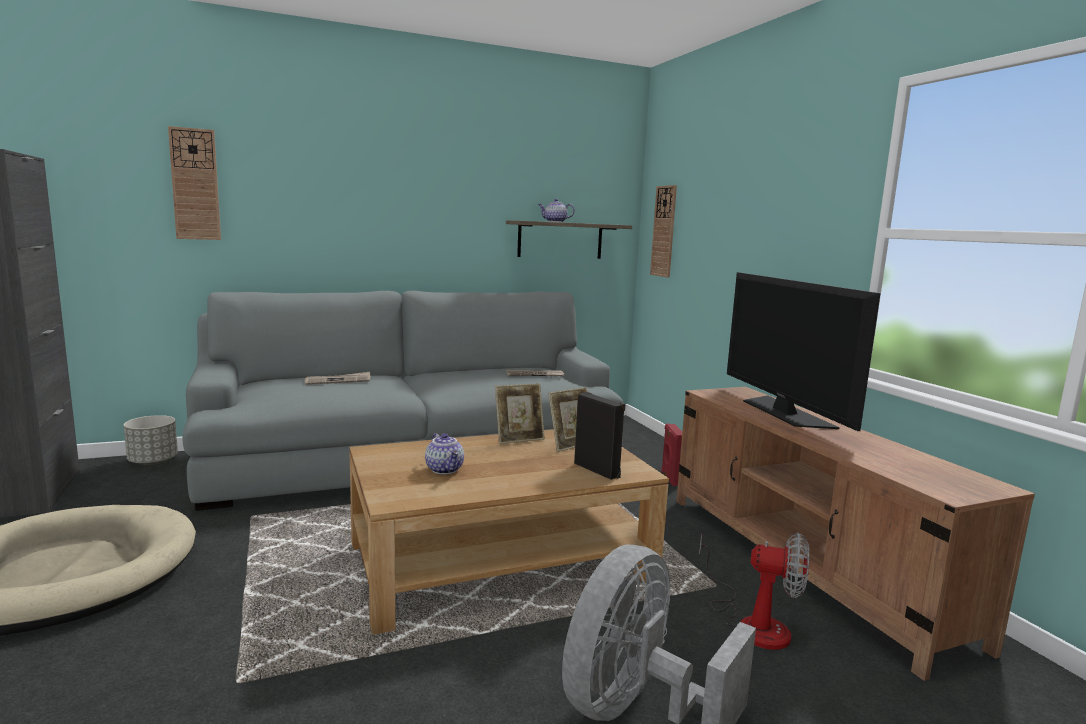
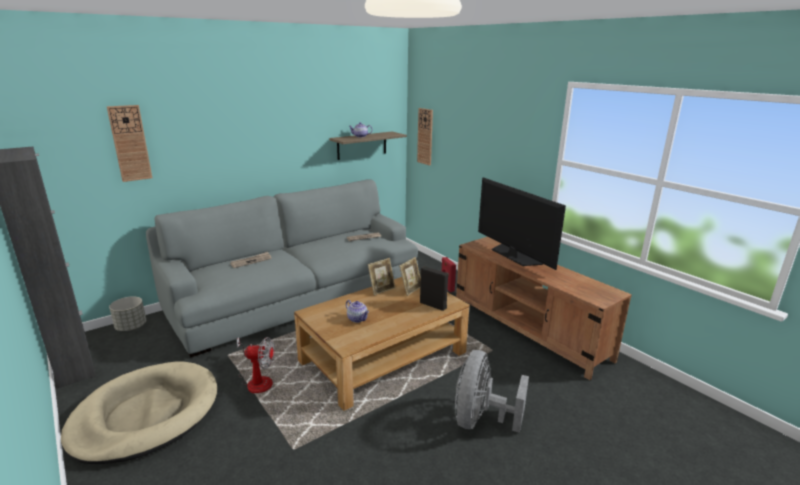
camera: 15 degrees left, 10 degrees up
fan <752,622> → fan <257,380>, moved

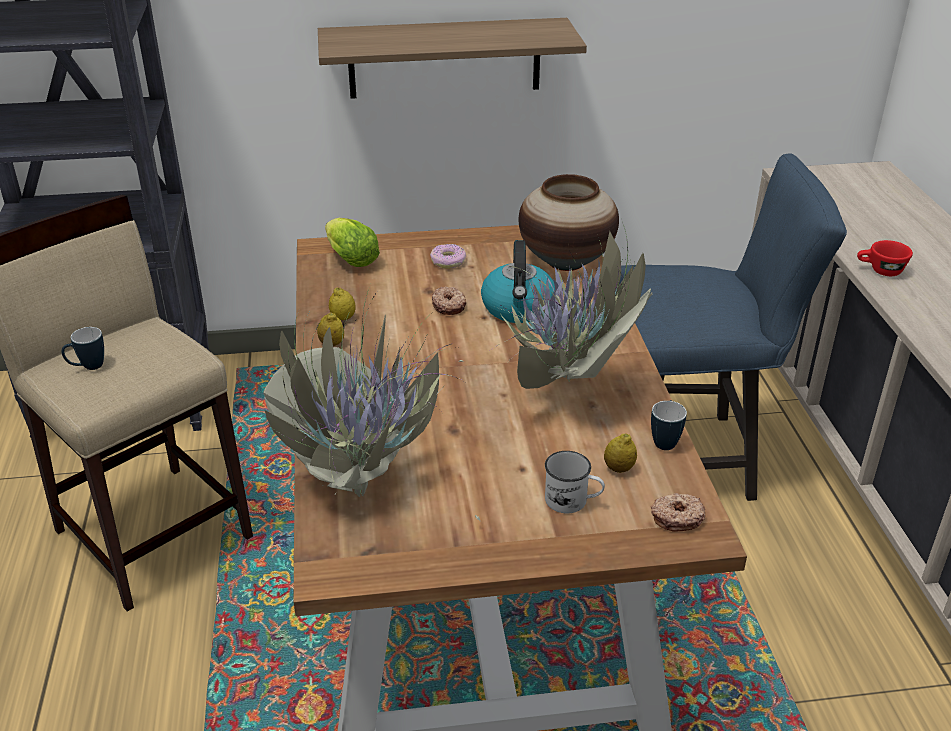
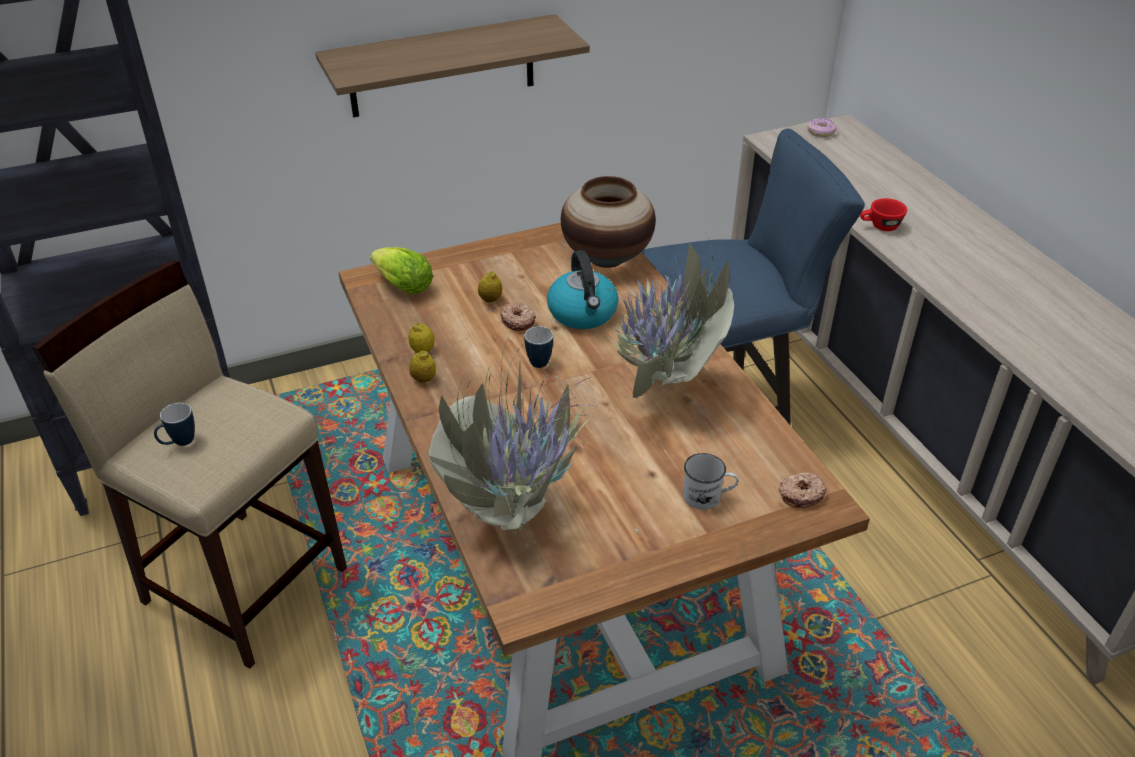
camera: 15 degrees left, 5 degrees up
donut <448,261> → donut <820,132>, moved
mug <665,440> → mug <539,359>, moved
lemon <619,468> → lemon <490,299>, moved

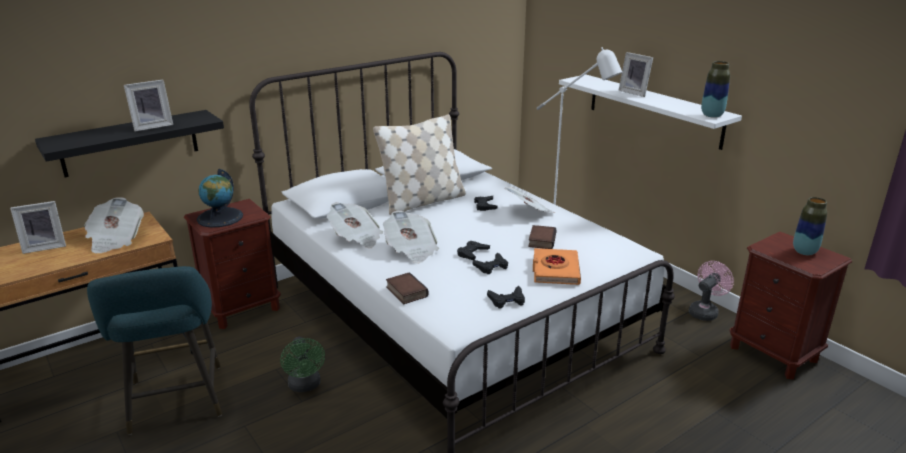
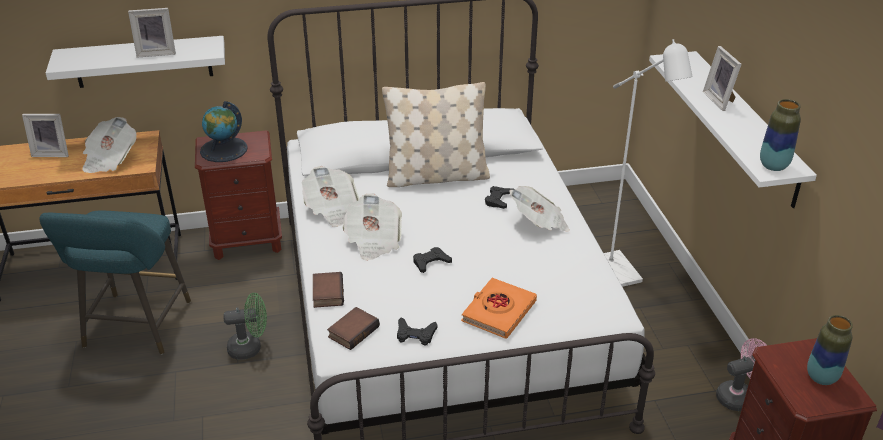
camera: 25 degrees right, 10 degrees up
black shelf <130,143> → white shelf <143,62>
book <541,240> → book <353,331>, moved
black game controller <491,266> → -
green fan <305,386> → green fan <250,347>, 105 degrees counterclockwise

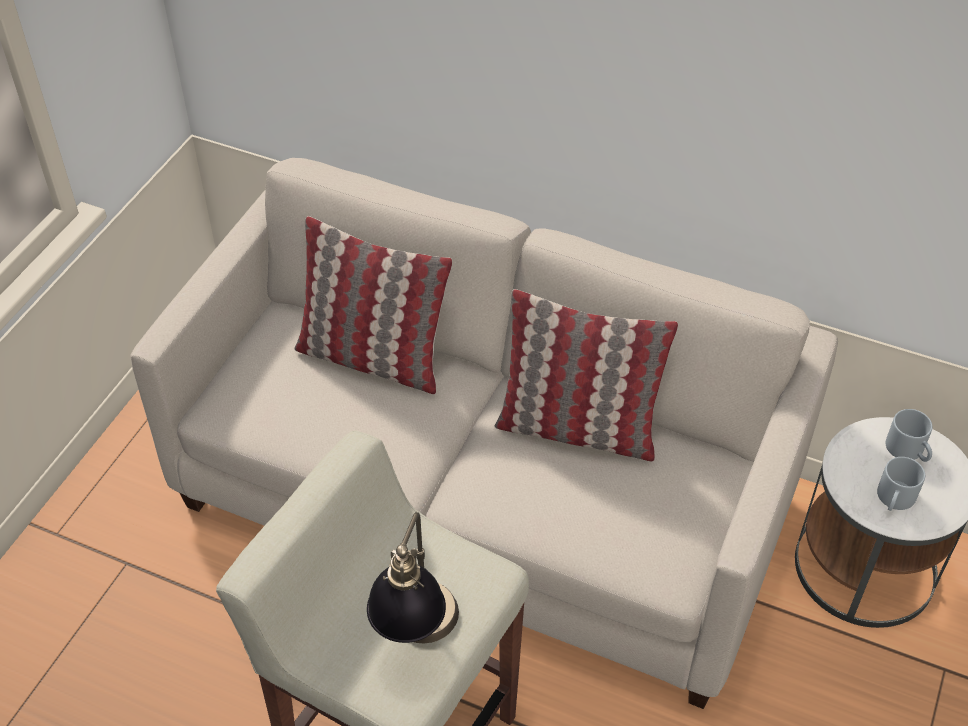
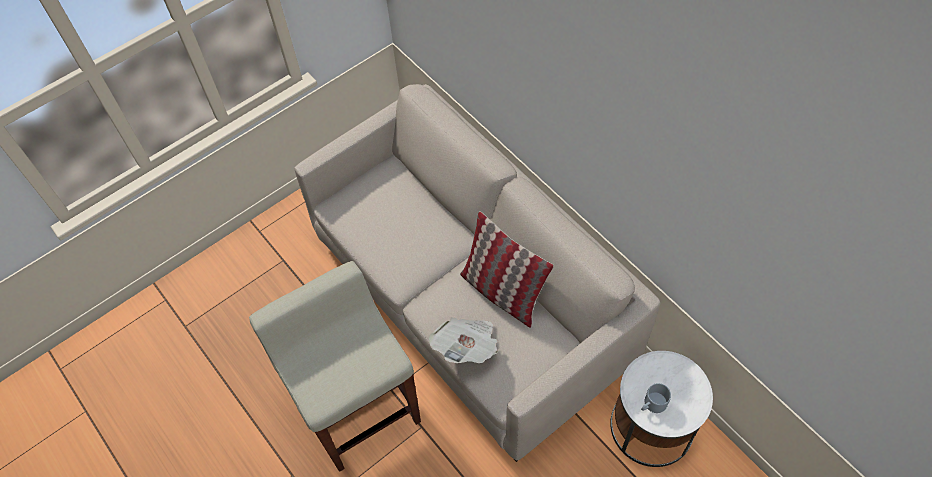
camera: 30 degrees right, 10 degrees up
pillow <372,358> → -
grey mug <909,450> → -
table lamp <417,639> → -
- → newspaper <467,347>

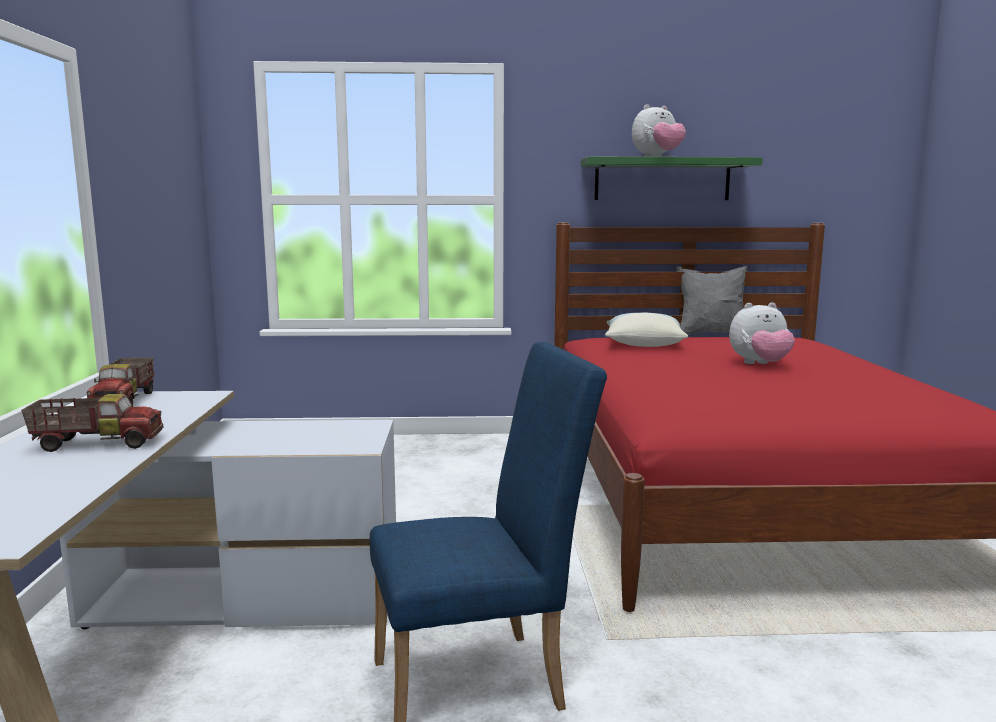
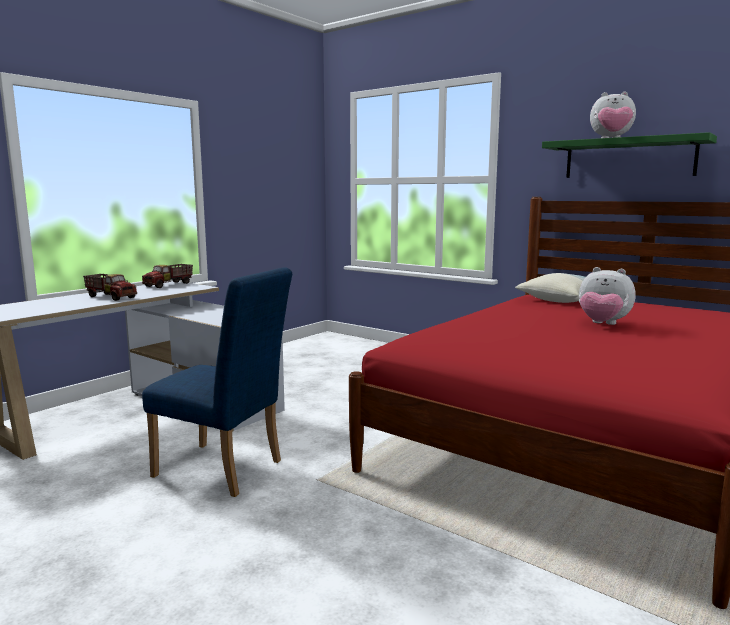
camera: 40 degrees right, 0 degrees up
grey pillow <711,334> → -

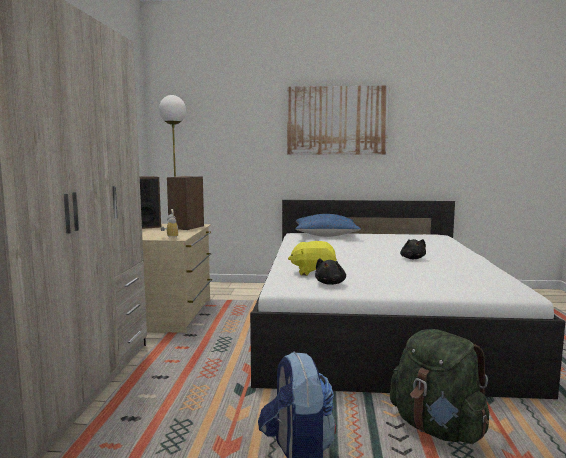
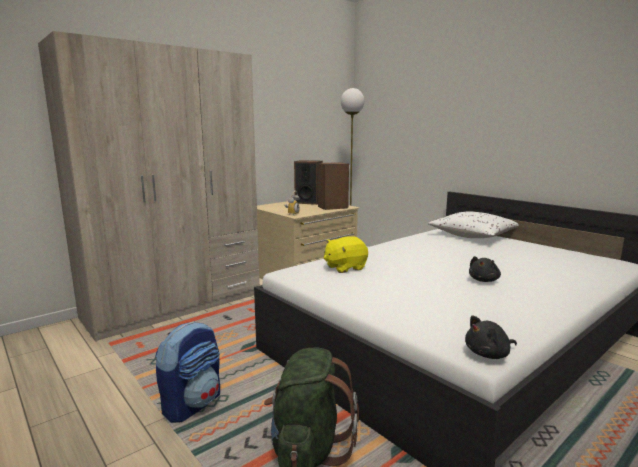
camera: 45 degrees right, 5 degrees up
picture <337,120> → -
blue pillow <326,235> → white pillow <473,235>
yellow plush toy <313,272> → yellow plush toy <345,267>, 75 degrees counterclockwise
black plush toy <331,283> → black plush toy <489,354>, moved

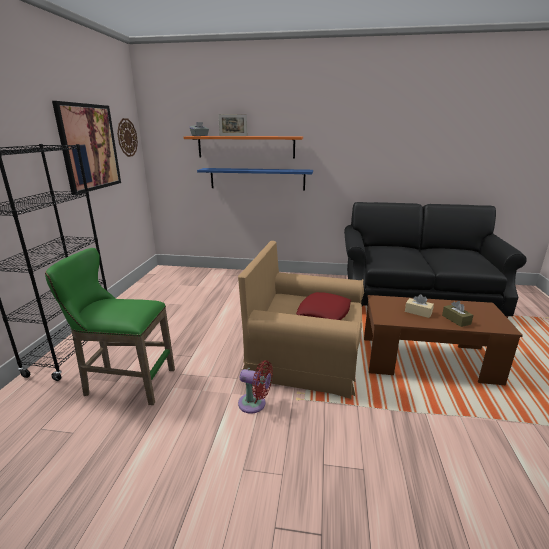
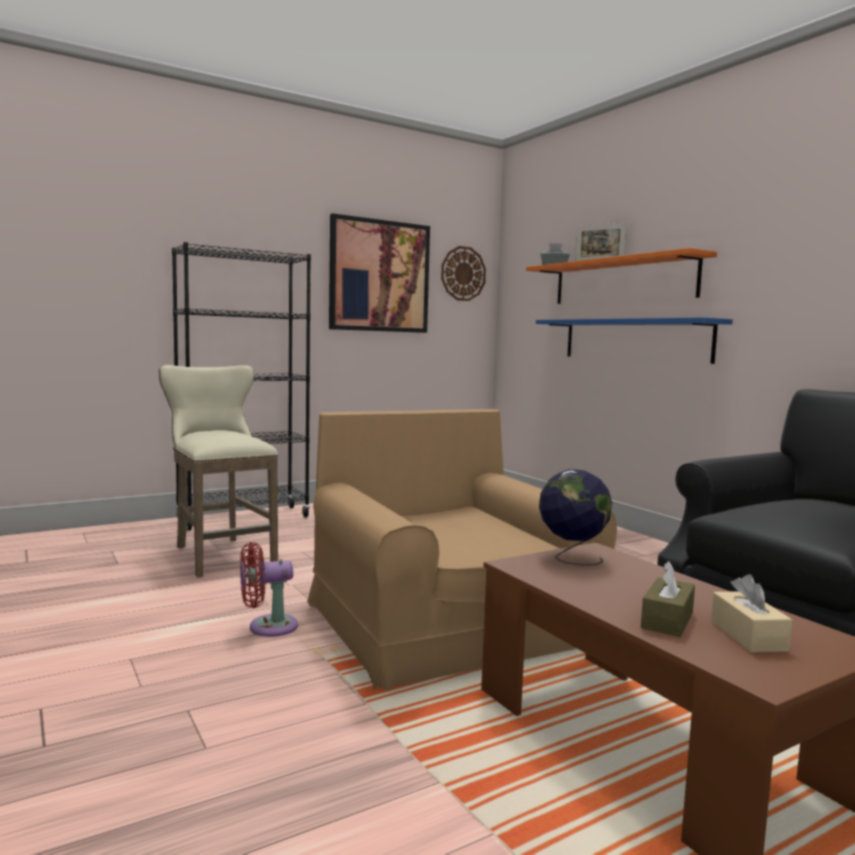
camera: 50 degrees right, 15 degrees down
green stool <125,383> → beige stool <220,554>
red pillow <324,312> → -
beige tissue box <418,312> → beige tissue box <748,635>, moved
red fan <255,404> → red fan <267,627>, 90 degrees clockwise
- → globe <571,558>

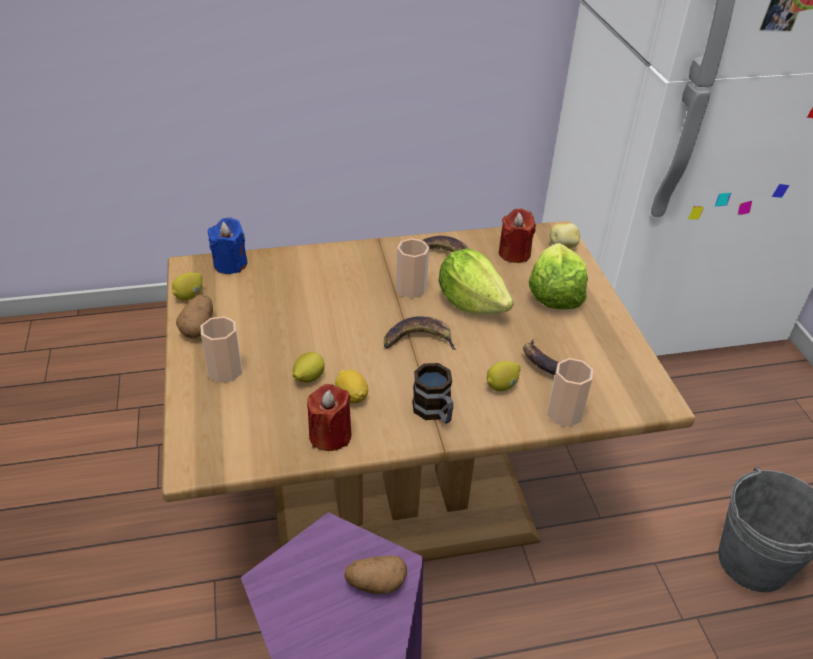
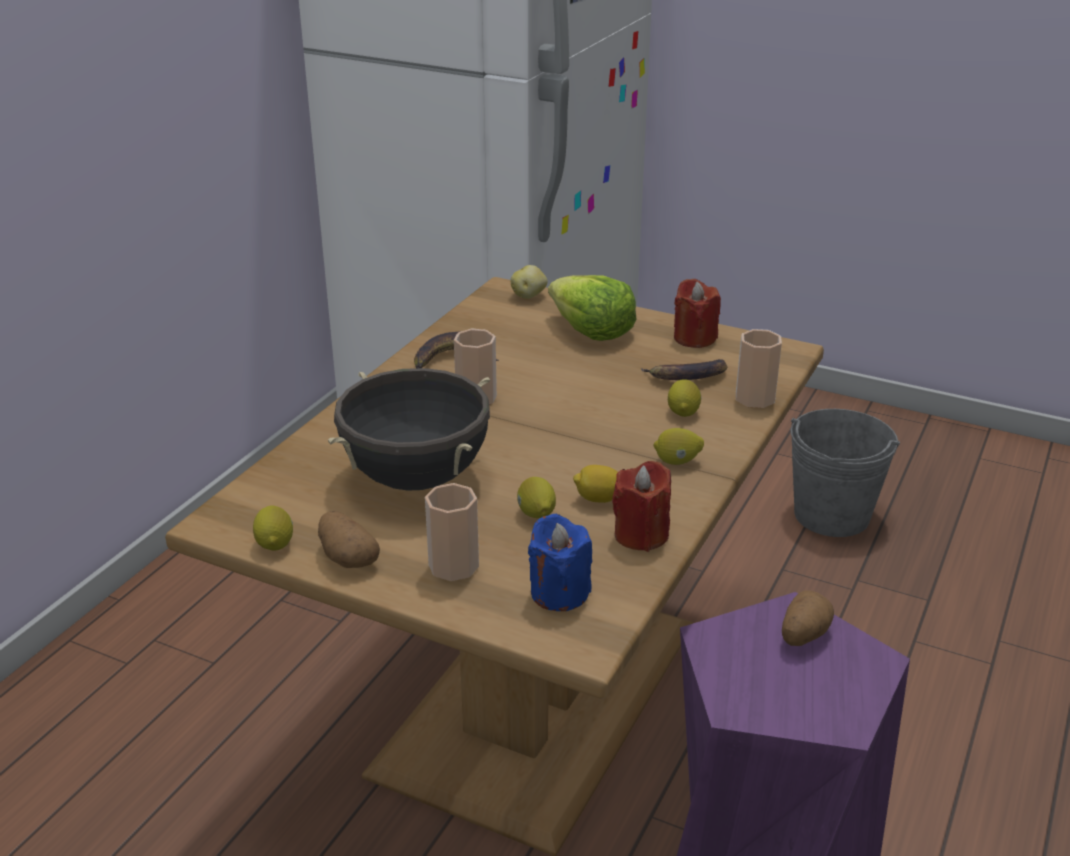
camera: 50 degrees left, 10 degrees down
red candle <514,253> → red candle <694,338>, moved
blue candle <230,264> → blue candle <559,593>, moved
lettuce <471,302> → -
banana <418,339> → -
mug <435,412> → lemon <677,461>
- → black cooking pot <416,477>

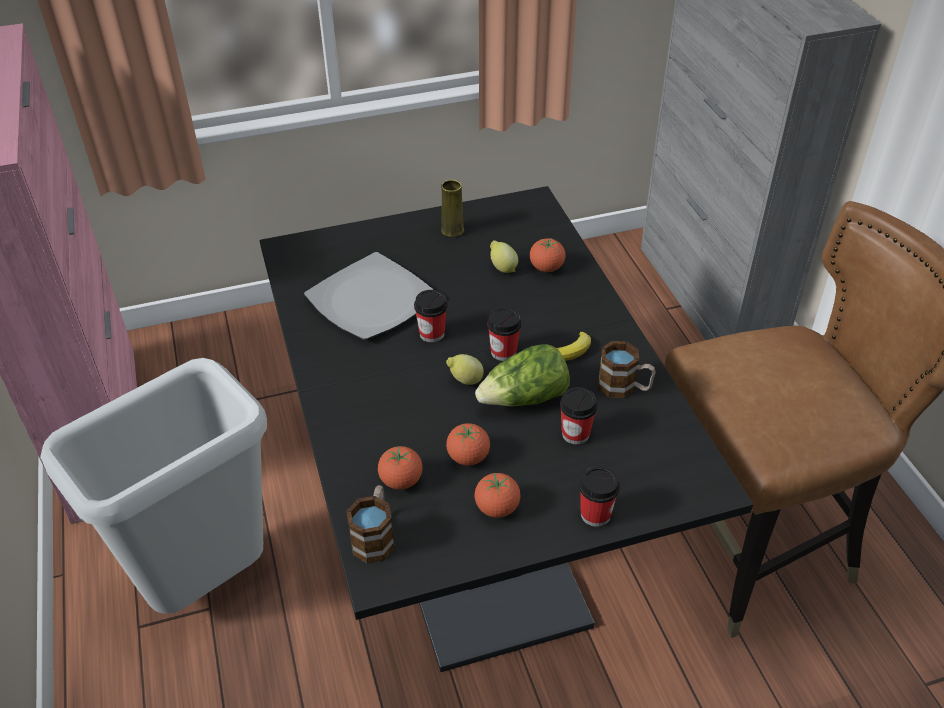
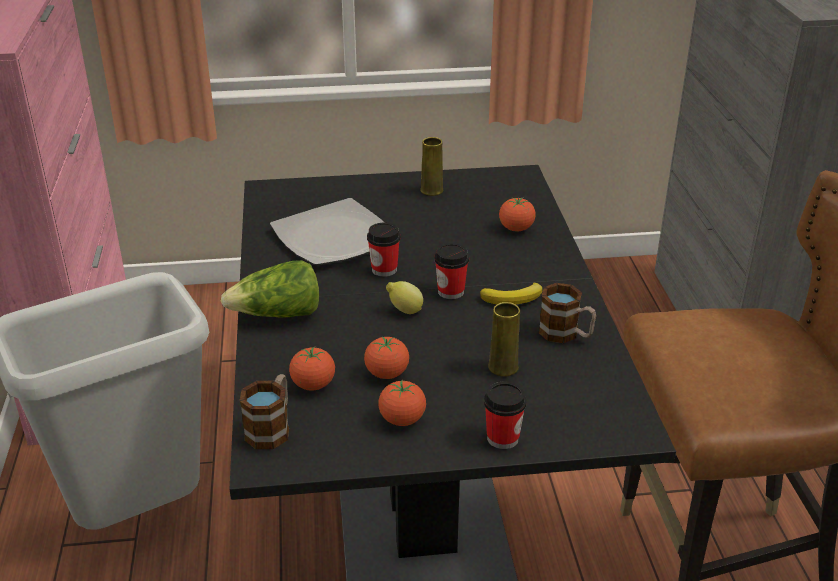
camera: 10 degrees right, 10 degrees down
lemon <502,268> → -
lettuce <525,398> → lettuce <278,315>, moved
cup <575,434> → yellow vase <503,367>

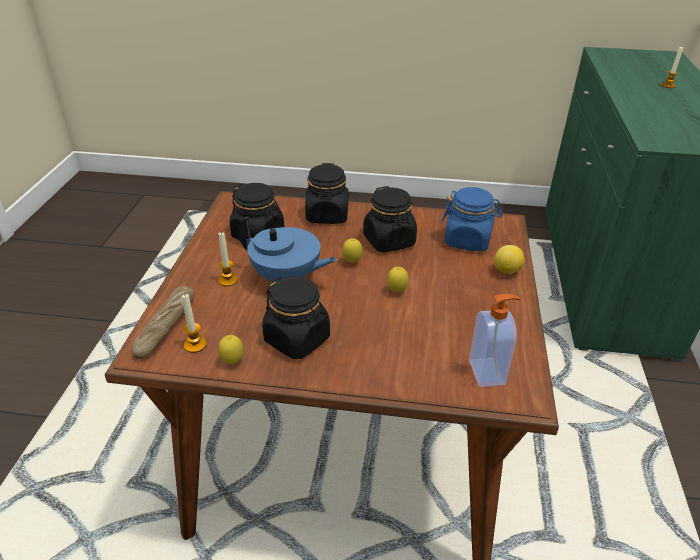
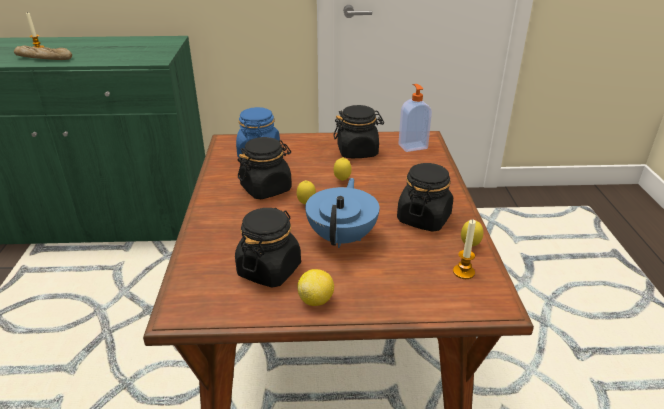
camera: 100 degrees left, 5 degrees down
black jar <327,215> → black jar <357,151>, moved
candle <228,280> → -
lemon <507,271> → lemon <316,300>, moved
bread <166,327> → bread <44,58>, moved

